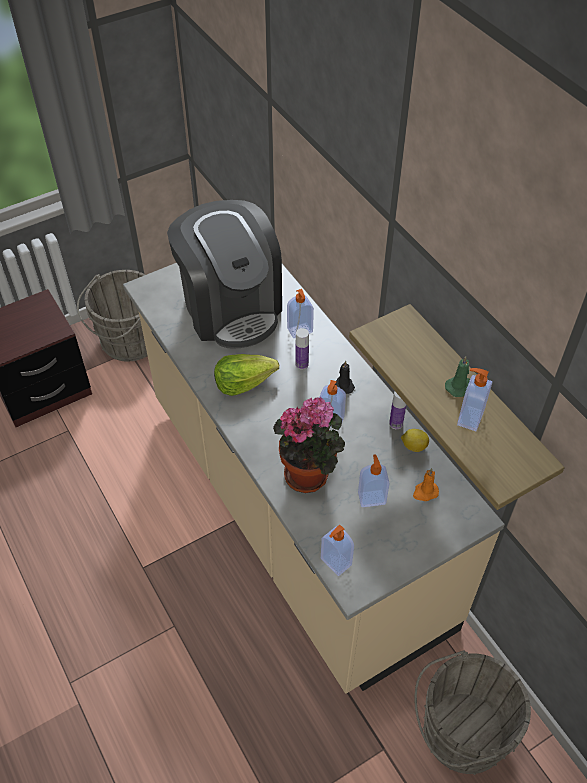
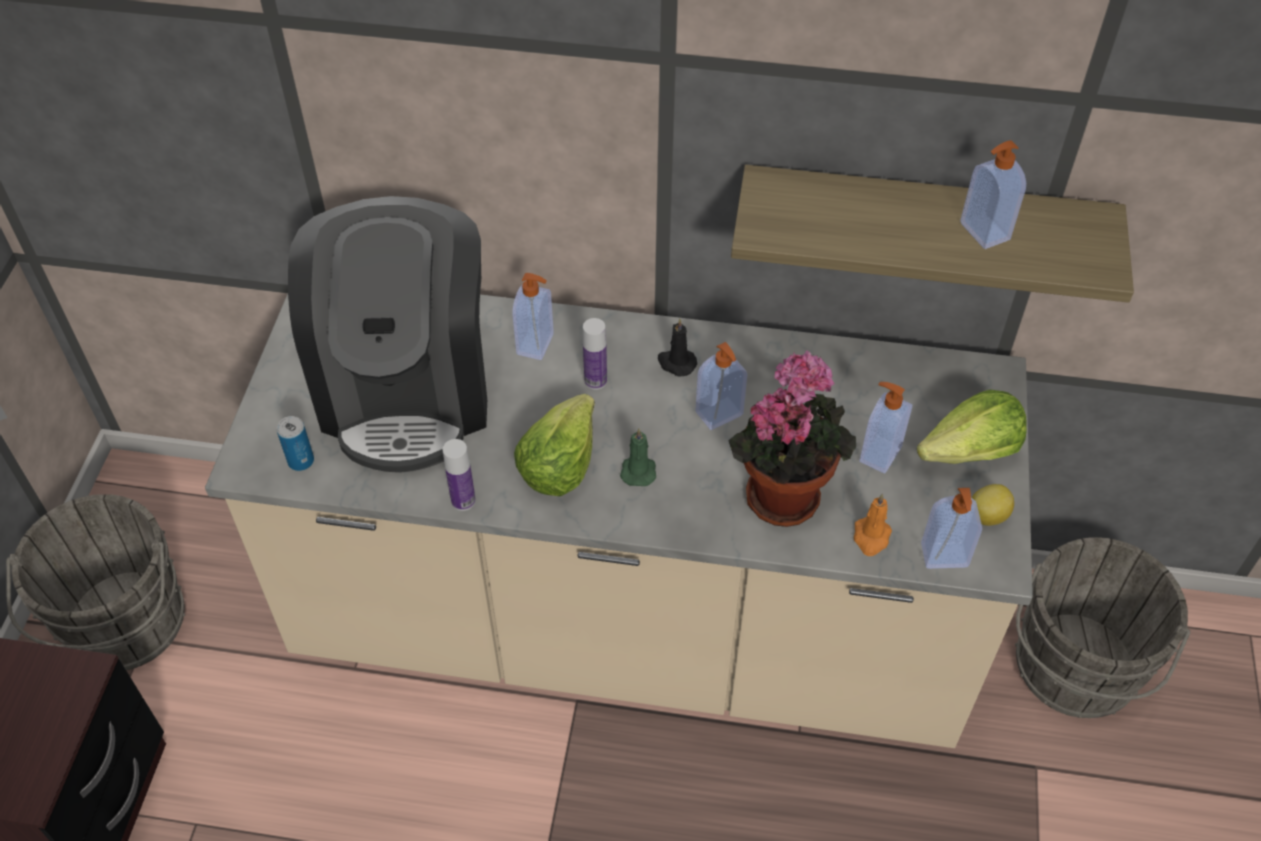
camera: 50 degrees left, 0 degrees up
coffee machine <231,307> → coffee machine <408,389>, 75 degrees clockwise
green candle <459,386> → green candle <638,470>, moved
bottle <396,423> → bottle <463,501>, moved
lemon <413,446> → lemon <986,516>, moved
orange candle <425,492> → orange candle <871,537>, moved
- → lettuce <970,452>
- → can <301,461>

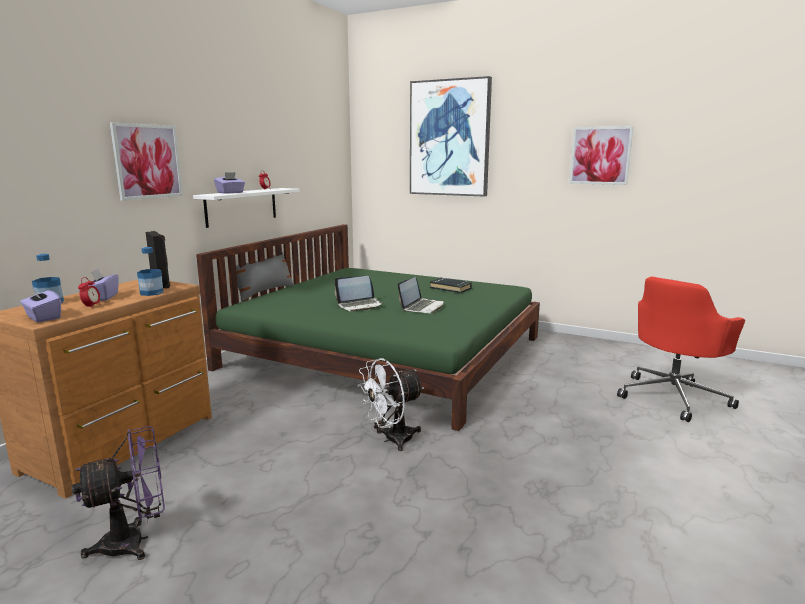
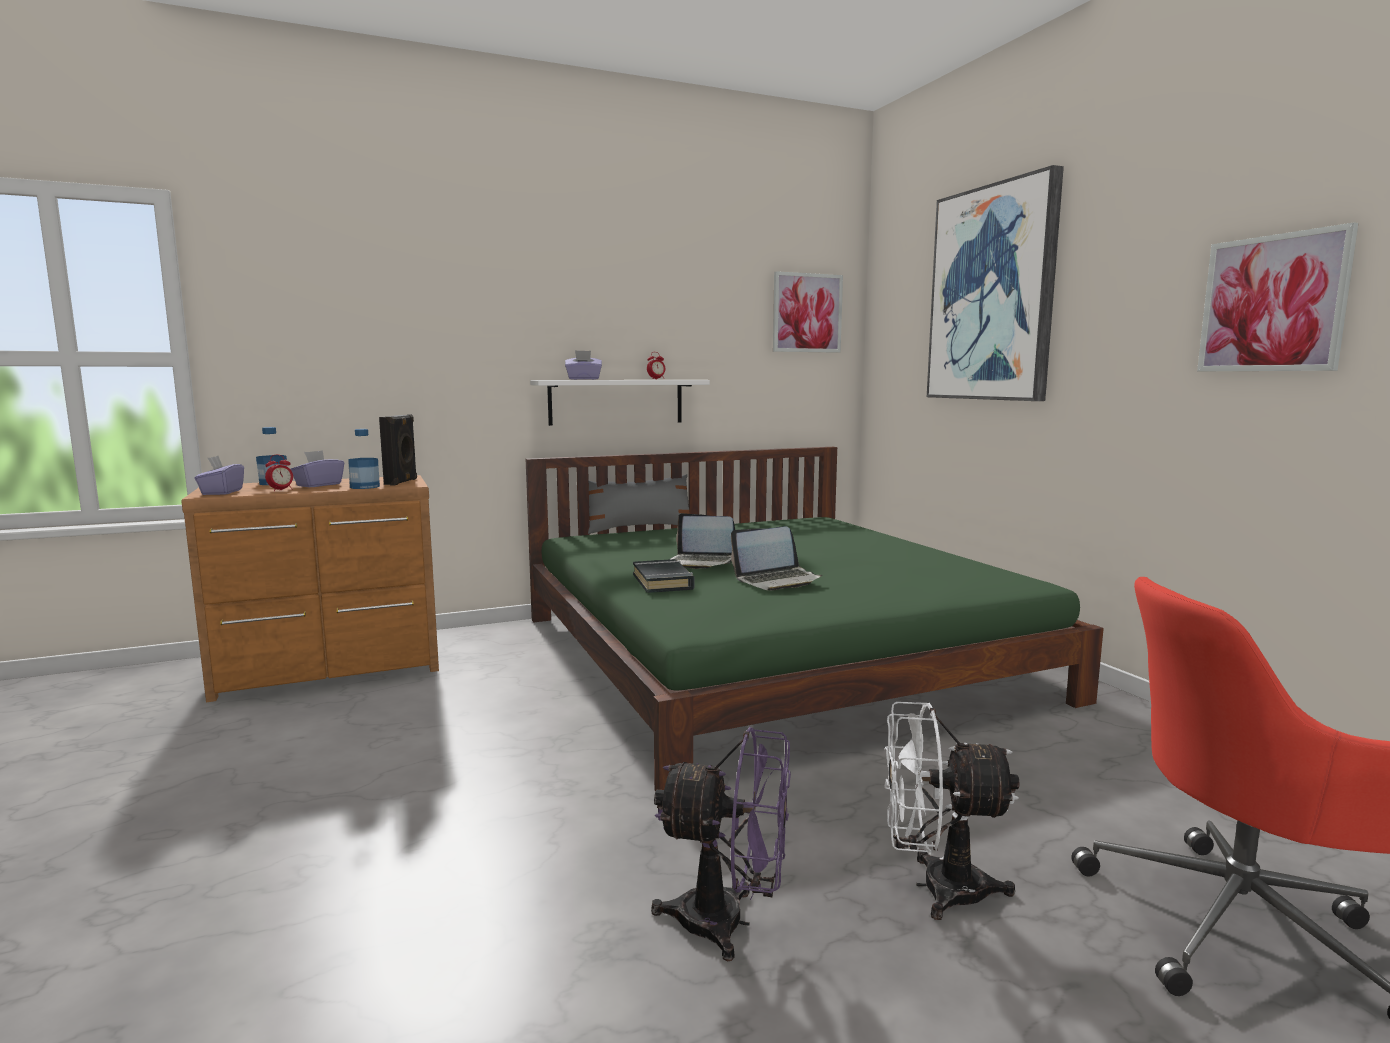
camera: 40 degrees right, 5 degrees down
picture <147,161> → picture <807,313>, moved
black book <450,288> → black book <663,582>, moved
white fan <392,440> → white fan <936,887>, moved
purple fan <135,541> → purple fan <729,922>, moved

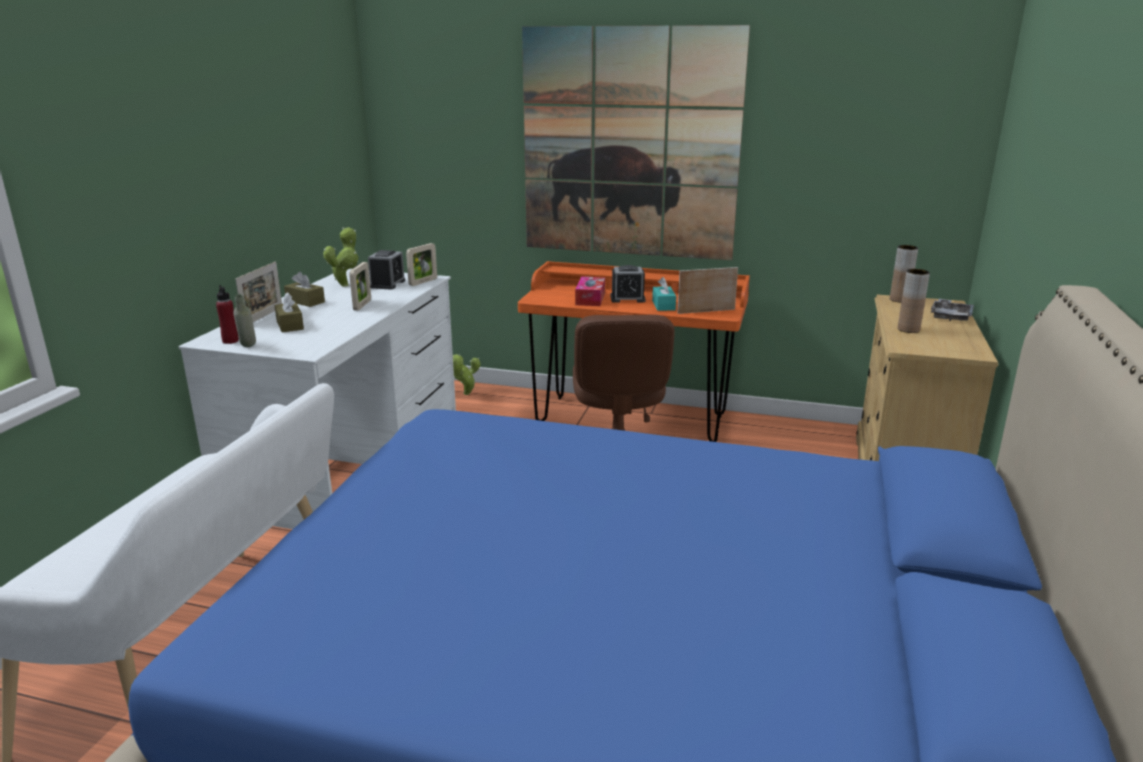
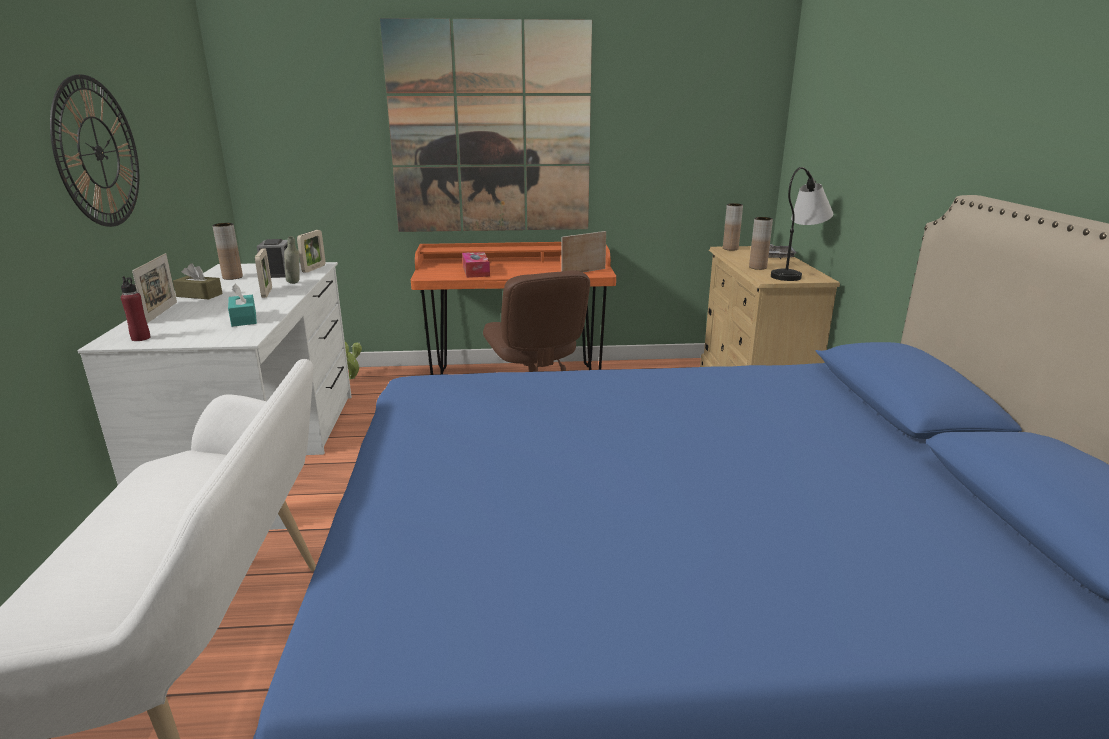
camera: 20 degrees left, 0 degrees up
potted plant <346,284> → brown vase <232,277>
alarm clock <627,298> → -
turquoise tissue box <663,305> → turquoise tissue box <244,319>, moved
brown tissue box <290,325> → -
grey bottle <248,347> → grey bottle <295,284>, moved
- → wall clock <98,153>
- → table lamp <797,273>

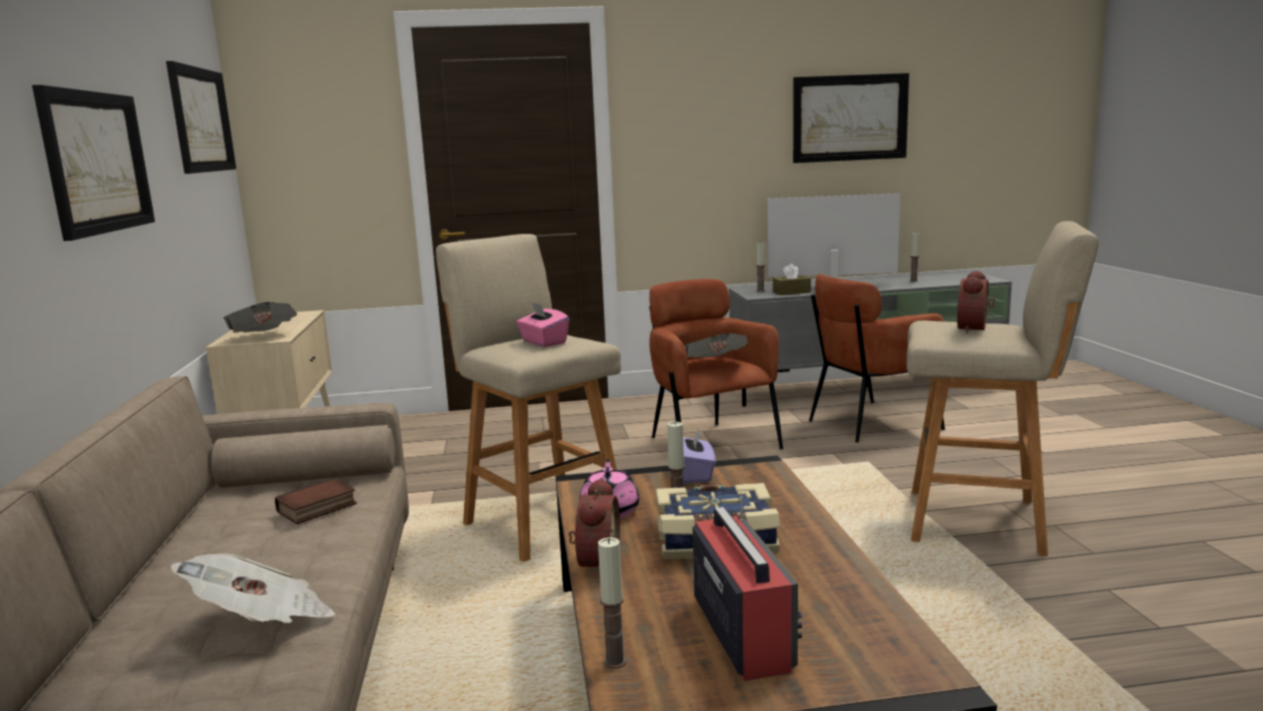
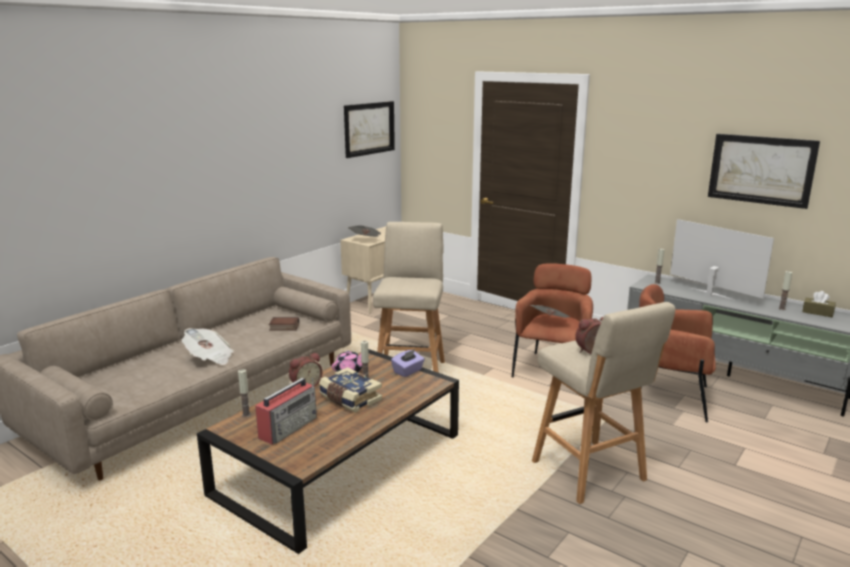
camera: 45 degrees right, 5 degrees up
picture <97,162> → -
brown tissue box <791,292> → brown tissue box <817,312>, moved
pink tissue box <543,342> → -

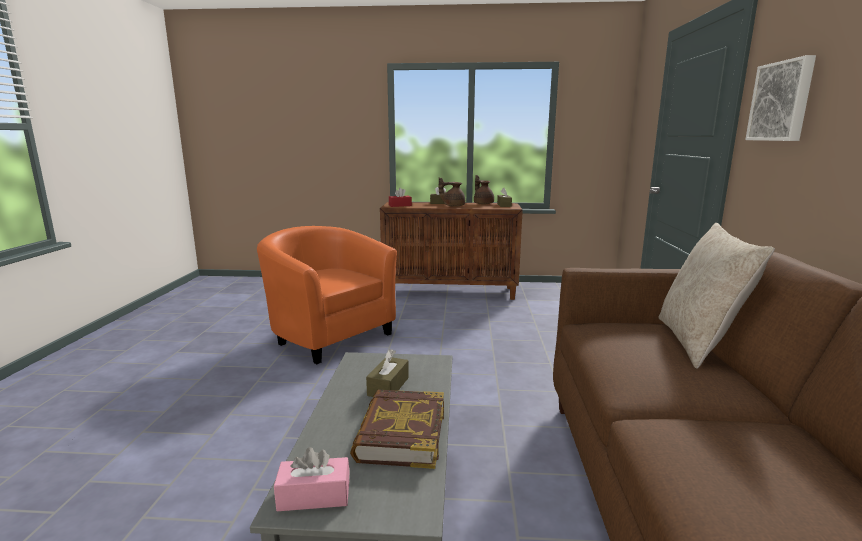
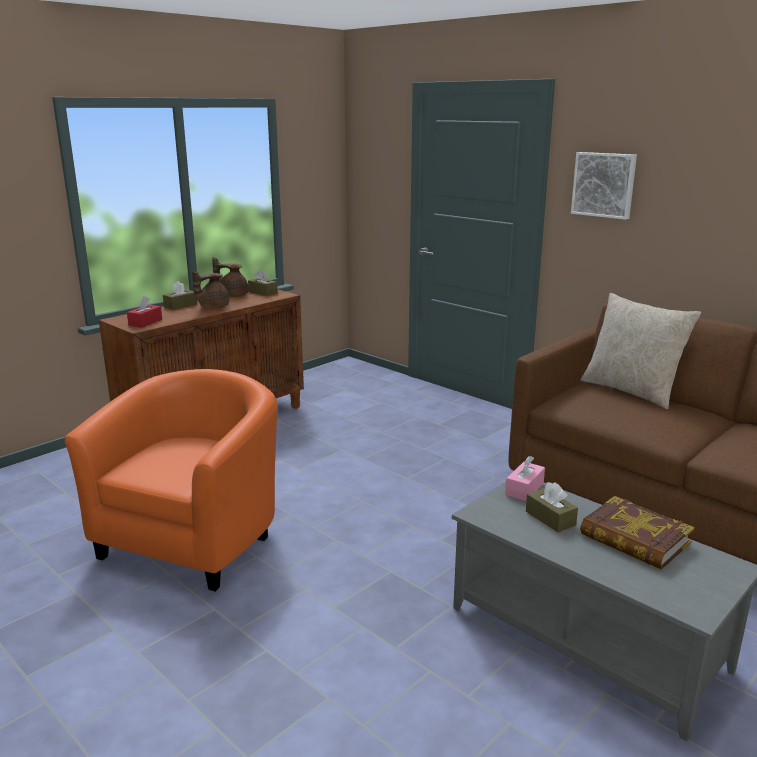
camera: 50 degrees left, 5 degrees up
orange armchair <329,335> → orange armchair <195,538>, 120 degrees clockwise
pink tissue box <314,496> → pink tissue box <524,489>, moved

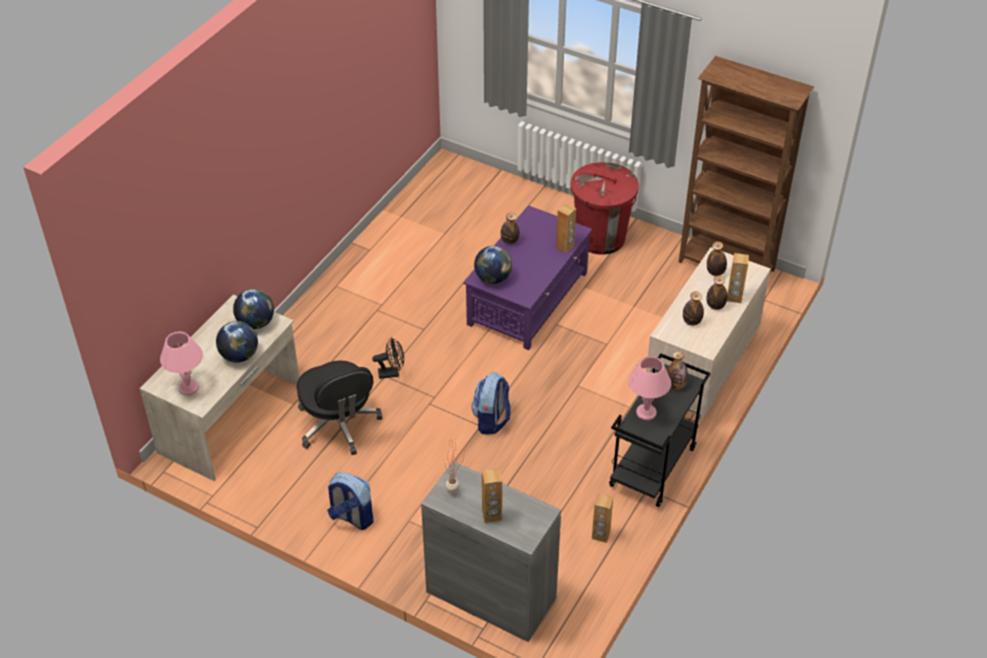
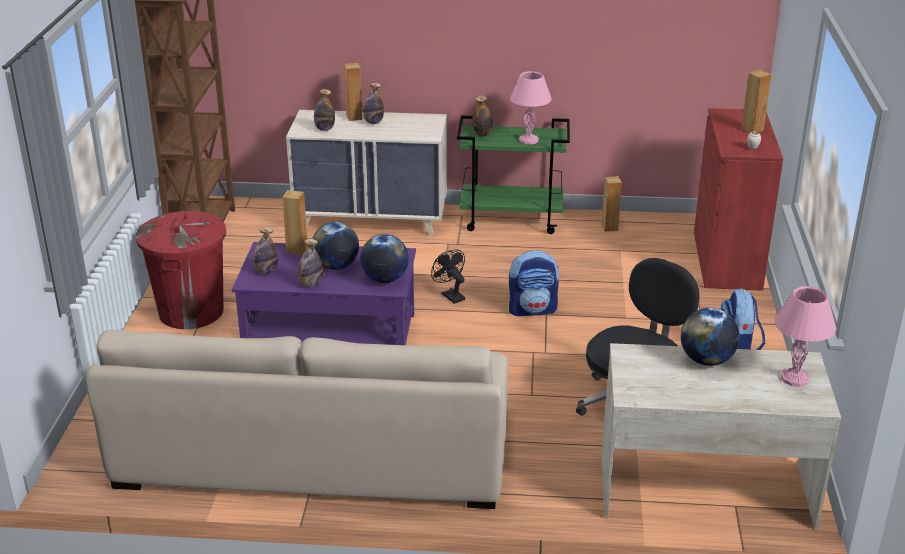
camera: 115 degrees left, 15 degrees down
globe <256,323> → globe <336,266>, moved
bottle <691,322> → bottle <266,272>, moved
black fan <392,373> → black fan <450,295>, moved
black cart <653,468> → green cart <512,220>
grey cabinet <491,595> → red cabinet <726,260>
- → beige sofa <315,448>

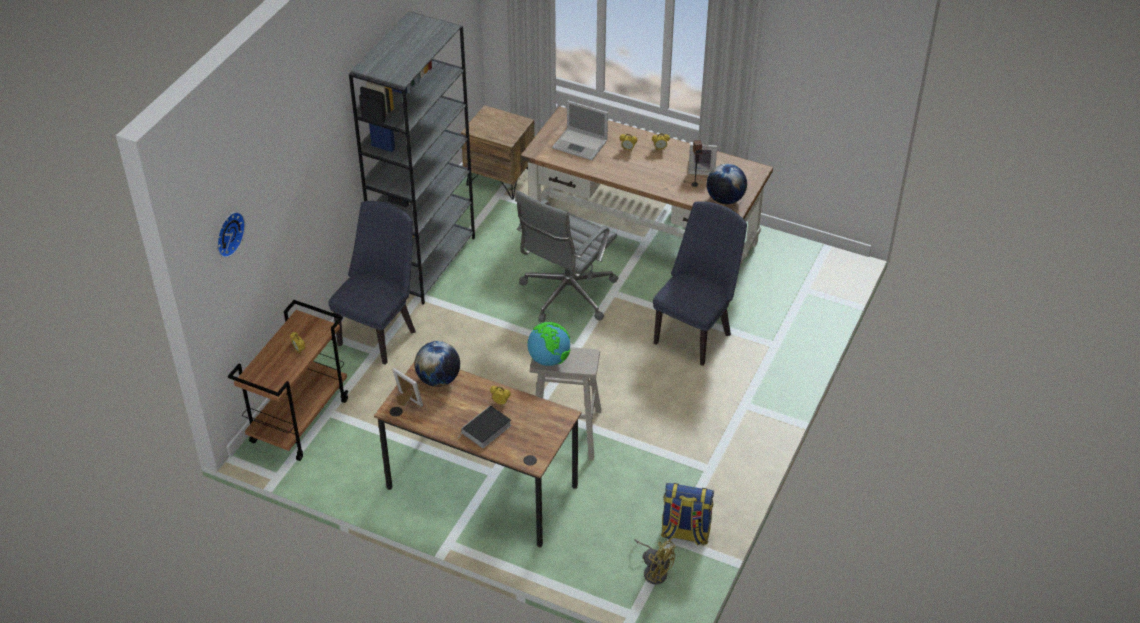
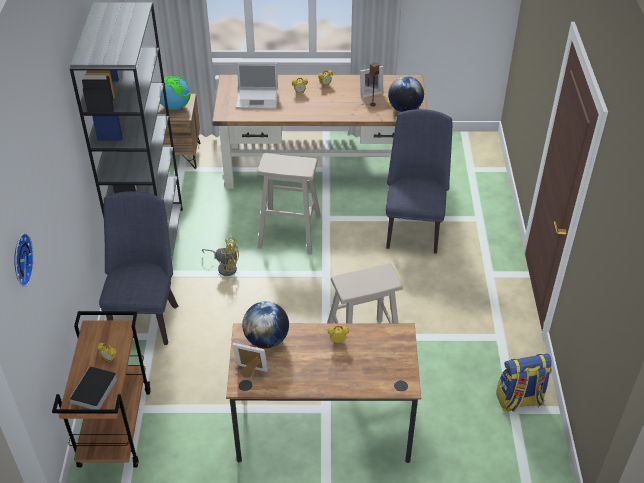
camera: 25 degrees left, 0 degrees up
grey office chair <566,295> → beige stool <289,232>
globe <549,359> → globe <175,107>, moved
book <485,430> → book <93,392>, moved
yellow fan <654,570> → yellow fan <225,267>, moved

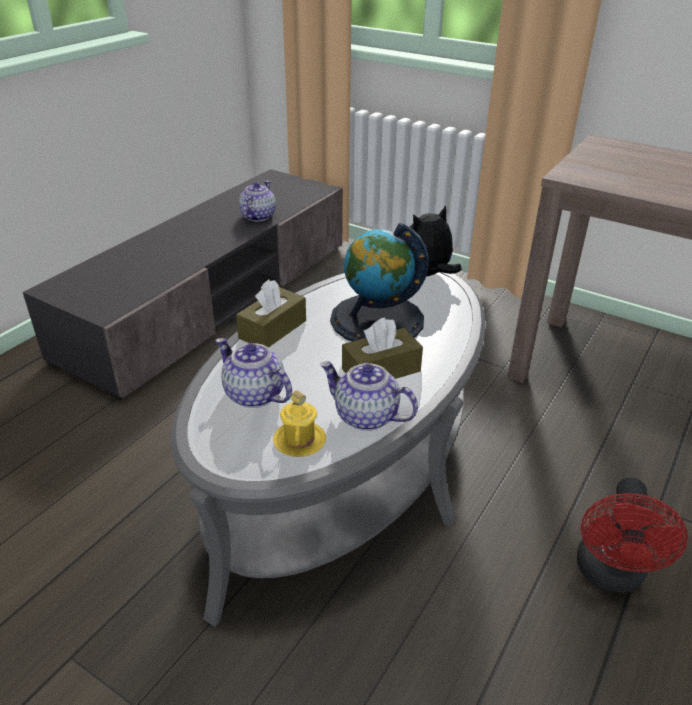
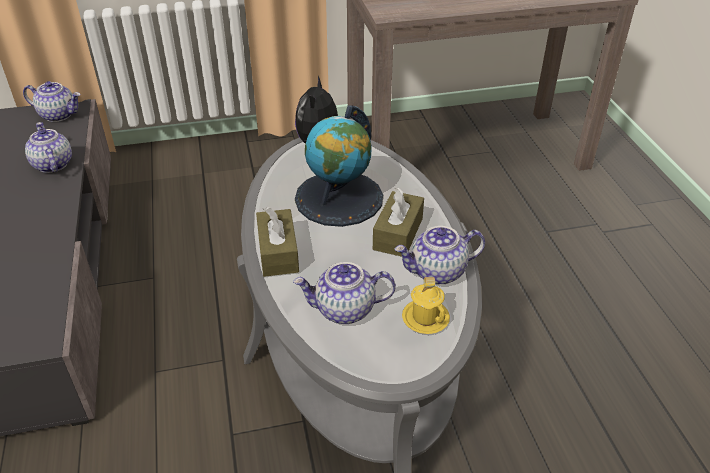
camera: 45 degrees left, 5 degrees up
red fan <610,575> → -
- → teapot <59,115>

